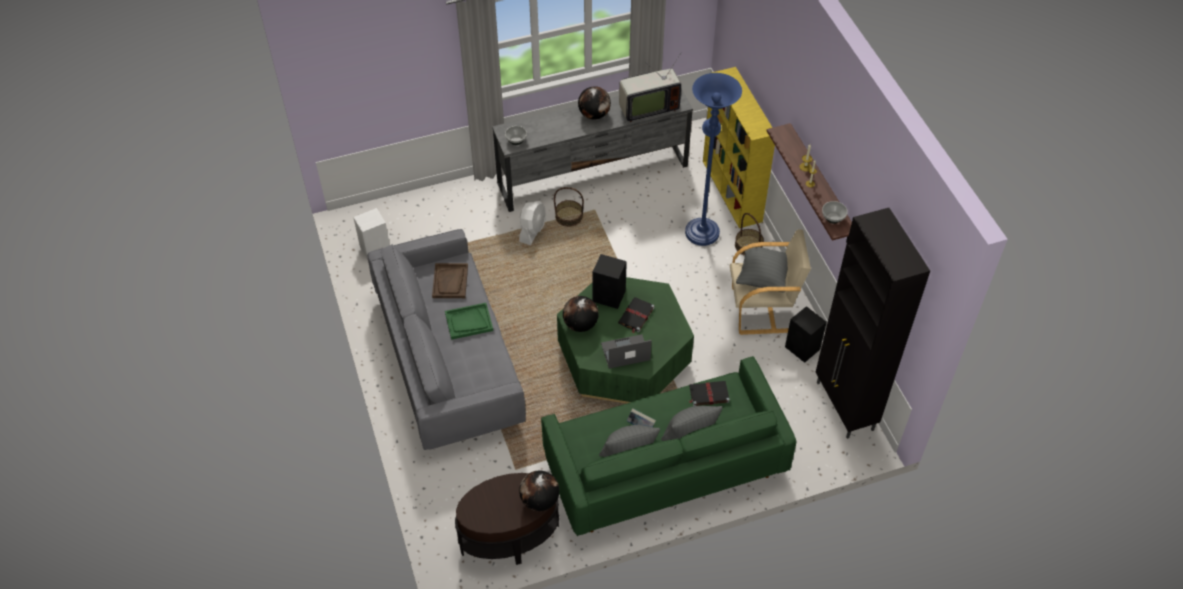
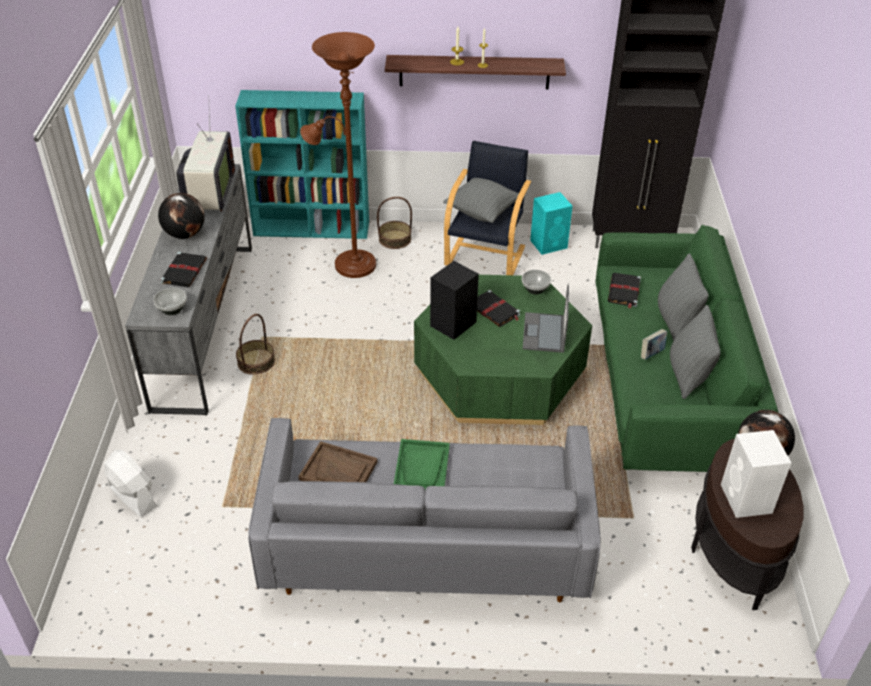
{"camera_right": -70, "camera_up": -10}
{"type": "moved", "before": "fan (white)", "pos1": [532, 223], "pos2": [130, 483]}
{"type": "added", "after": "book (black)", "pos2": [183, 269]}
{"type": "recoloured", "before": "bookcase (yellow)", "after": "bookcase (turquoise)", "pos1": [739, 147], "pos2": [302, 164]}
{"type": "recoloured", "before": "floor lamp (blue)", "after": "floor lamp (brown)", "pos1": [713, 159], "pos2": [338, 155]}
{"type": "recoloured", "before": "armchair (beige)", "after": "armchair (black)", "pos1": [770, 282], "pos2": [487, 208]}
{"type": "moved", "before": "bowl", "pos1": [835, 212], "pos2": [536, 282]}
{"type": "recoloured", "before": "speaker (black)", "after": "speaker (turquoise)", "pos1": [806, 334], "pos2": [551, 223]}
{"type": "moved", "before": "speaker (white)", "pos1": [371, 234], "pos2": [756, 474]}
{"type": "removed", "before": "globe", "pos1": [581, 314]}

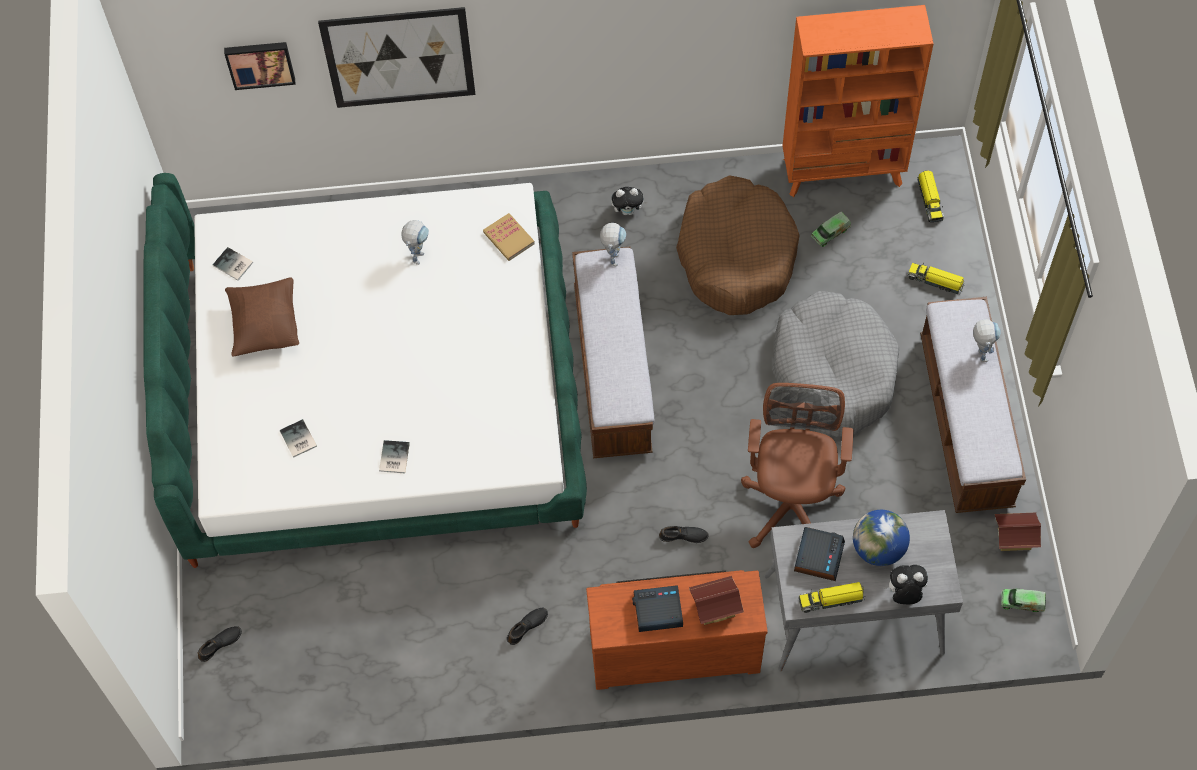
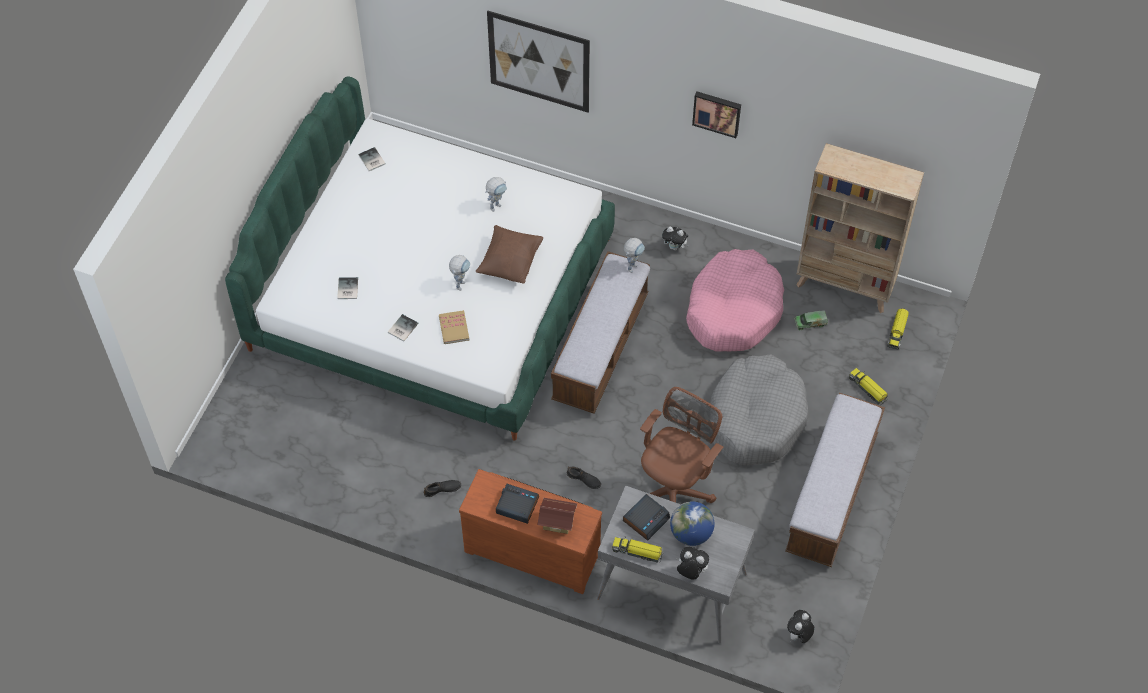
{"camera_right": 25, "camera_up": -5}
{"type": "moved", "before": "book", "pos1": [509, 237], "pos2": [454, 327]}
{"type": "moved", "before": "toy robot", "pos1": [987, 340], "pos2": [459, 273]}
{"type": "moved", "before": "pillow (brown)", "pos1": [262, 317], "pos2": [509, 254]}
{"type": "recoloured", "before": "dog bed (brown)", "after": "dog bed (pink)", "pos1": [738, 245], "pos2": [735, 300]}
{"type": "moved", "before": "picture", "pos1": [259, 66], "pos2": [716, 115]}
{"type": "replaced", "before": "toy truck", "after": "plush toy", "pos1": [1023, 600], "pos2": [801, 626]}
{"type": "recoloured", "before": "bookcase (orange)", "after": "bookcase (beige)", "pos1": [858, 101], "pos2": [860, 228]}
{"type": "removed", "before": "shoe (black)", "pos1": [219, 644]}
{"type": "removed", "before": "toy house", "pos1": [1018, 531]}

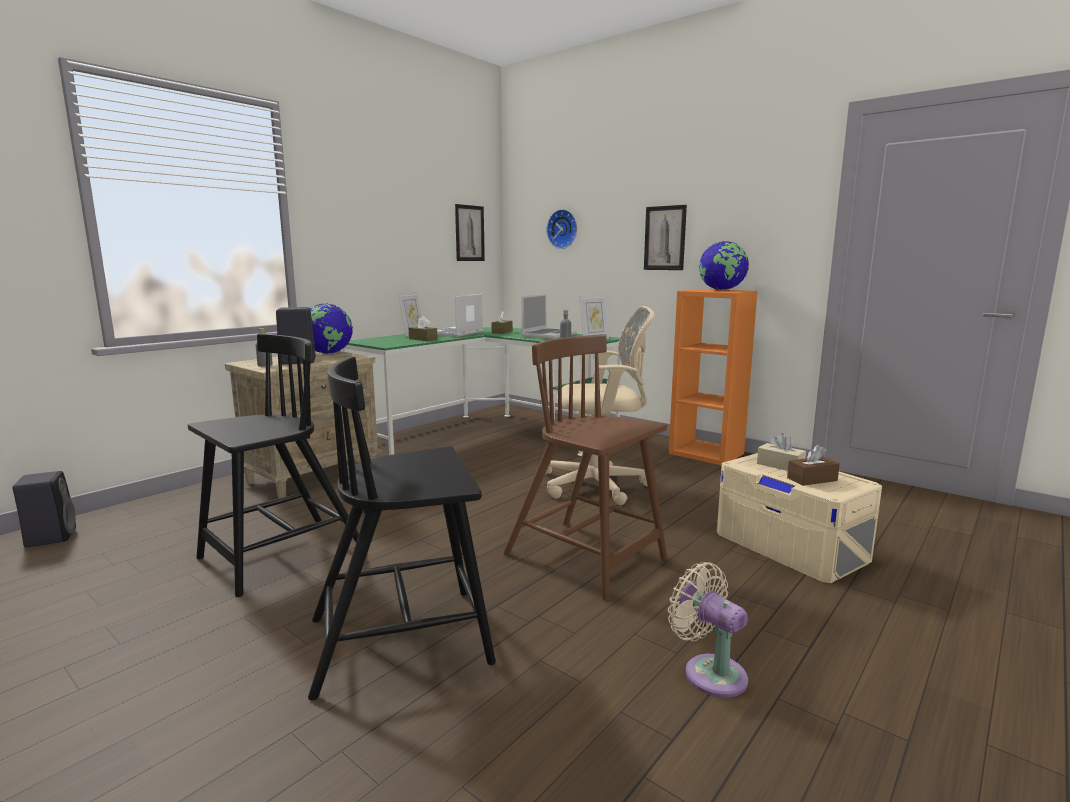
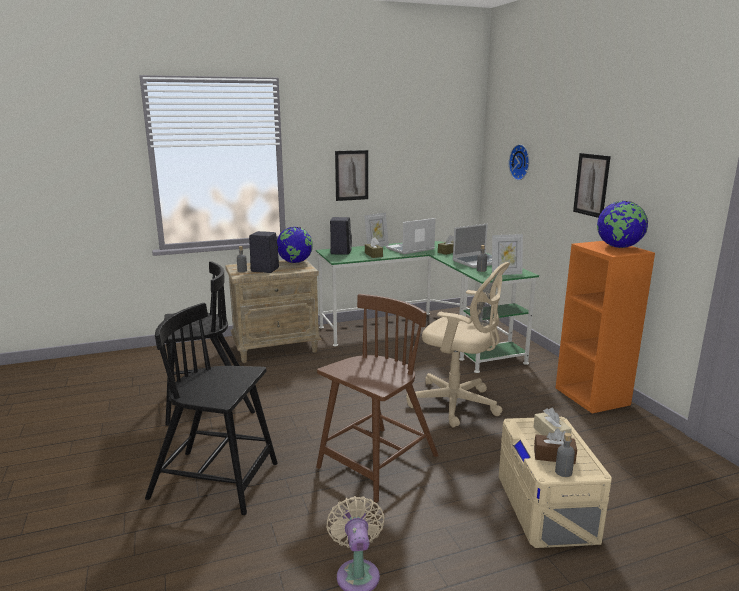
{"camera_right": 30, "camera_up": 5}
{"type": "turned", "before": "chair (brown)", "pos1": [585, 467], "pos2": [377, 398], "turn": 60}
{"type": "moved", "before": "speaker (black)", "pos1": [44, 509], "pos2": [341, 236]}
{"type": "moved", "before": "picture", "pos1": [470, 232], "pos2": [351, 175]}
{"type": "added", "after": "bottle (grey)", "pos2": [565, 455]}

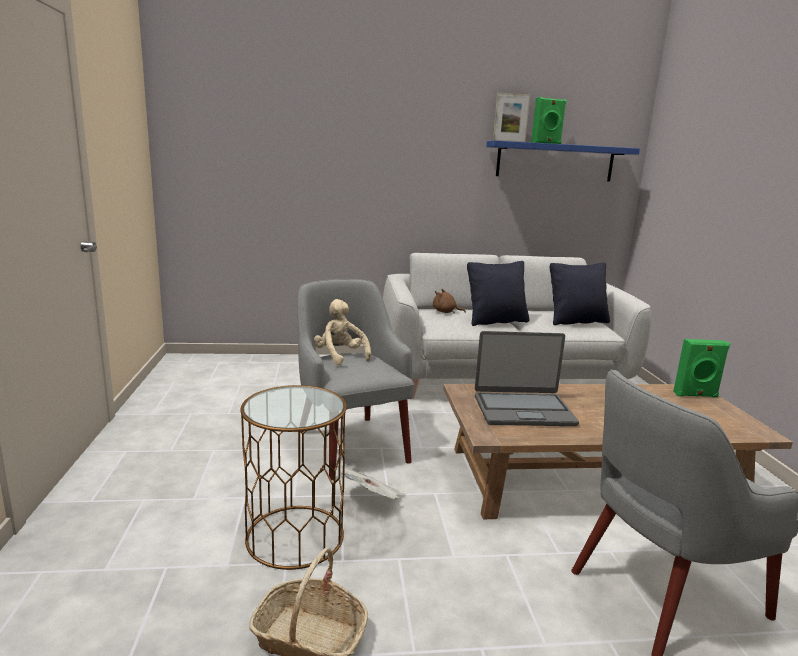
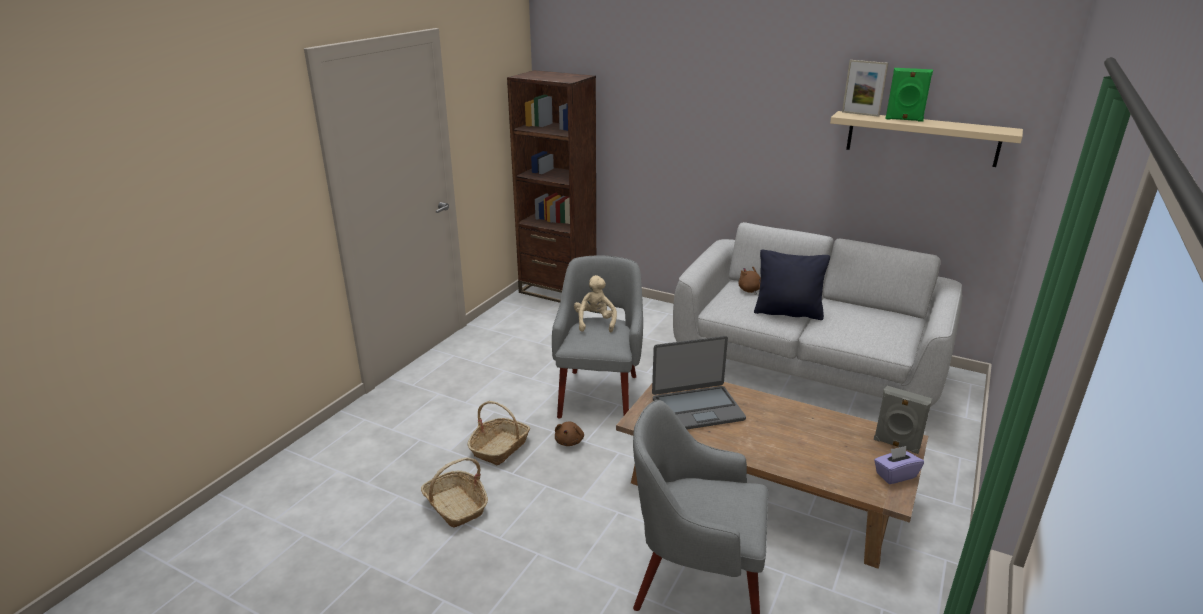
{"camera_right": 35, "camera_up": 10}
{"type": "replaced", "before": "side table (brown)", "after": "basket", "pos1": [293, 477], "pos2": [498, 433]}
{"type": "added", "after": "bookcase (brown)", "pos2": [551, 186]}
{"type": "replaced", "before": "newspaper", "after": "plush toy (brown)", "pos1": [370, 483], "pos2": [569, 433]}
{"type": "turned", "before": "laptop", "pos1": [527, 378], "pos2": [699, 382], "turn": -45}
{"type": "recoloured", "before": "shelf (blue)", "after": "shelf (beige)", "pos1": [563, 160], "pos2": [926, 139]}
{"type": "recoloured", "before": "speaker (green)", "after": "speaker (grey)", "pos1": [701, 368], "pos2": [903, 420]}
{"type": "added", "after": "tissue box (purple)", "pos2": [899, 465]}
{"type": "removed", "before": "pillow (black)", "pos1": [580, 293]}

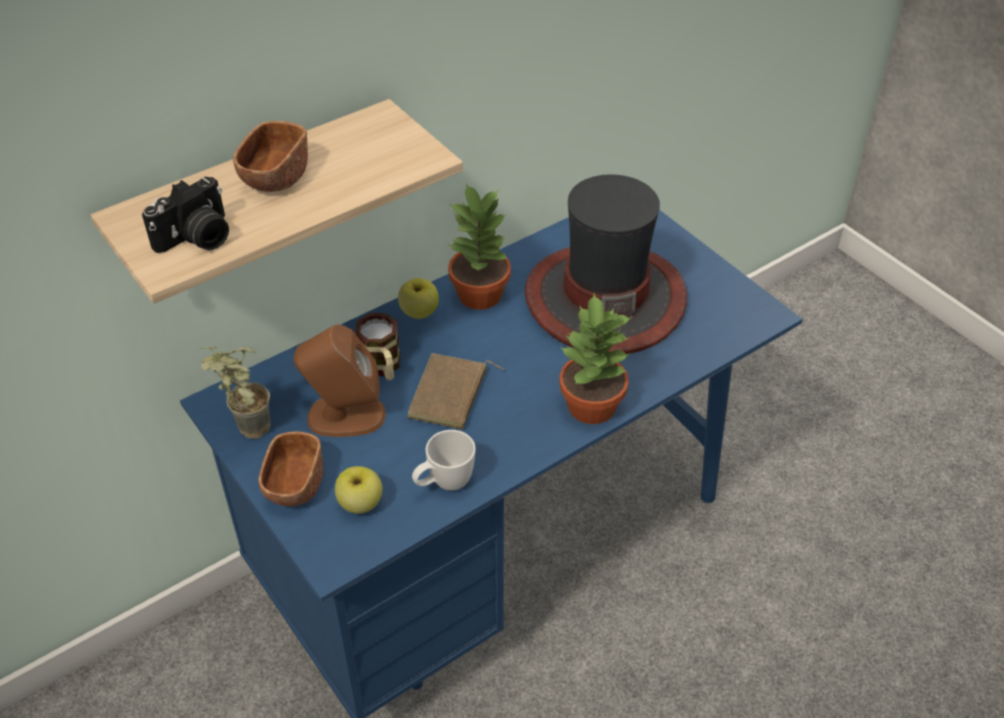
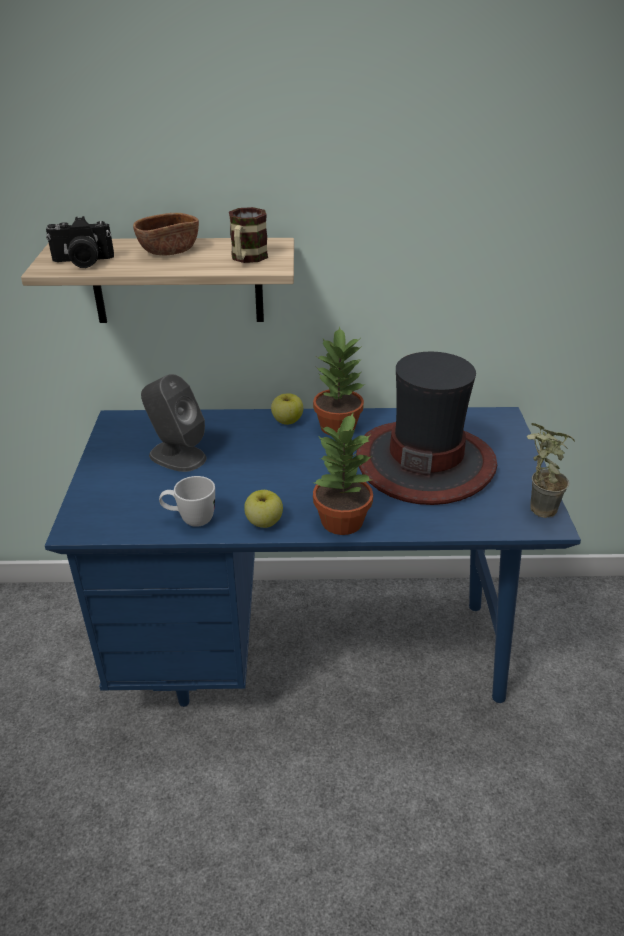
{"camera_right": 35, "camera_up": -10}
{"type": "recoloured", "before": "speaker (brown)", "after": "speaker (grey)", "pos1": [339, 380], "pos2": [174, 423]}
{"type": "moved", "before": "mug", "pos1": [377, 347], "pos2": [248, 235]}
{"type": "moved", "before": "apple", "pos1": [359, 490], "pos2": [263, 509]}
{"type": "moved", "before": "potted plant", "pos1": [235, 392], "pos2": [551, 470]}
{"type": "removed", "before": "bowl (brown)", "pos1": [290, 468]}
{"type": "removed", "before": "book (brown)", "pos1": [455, 391]}

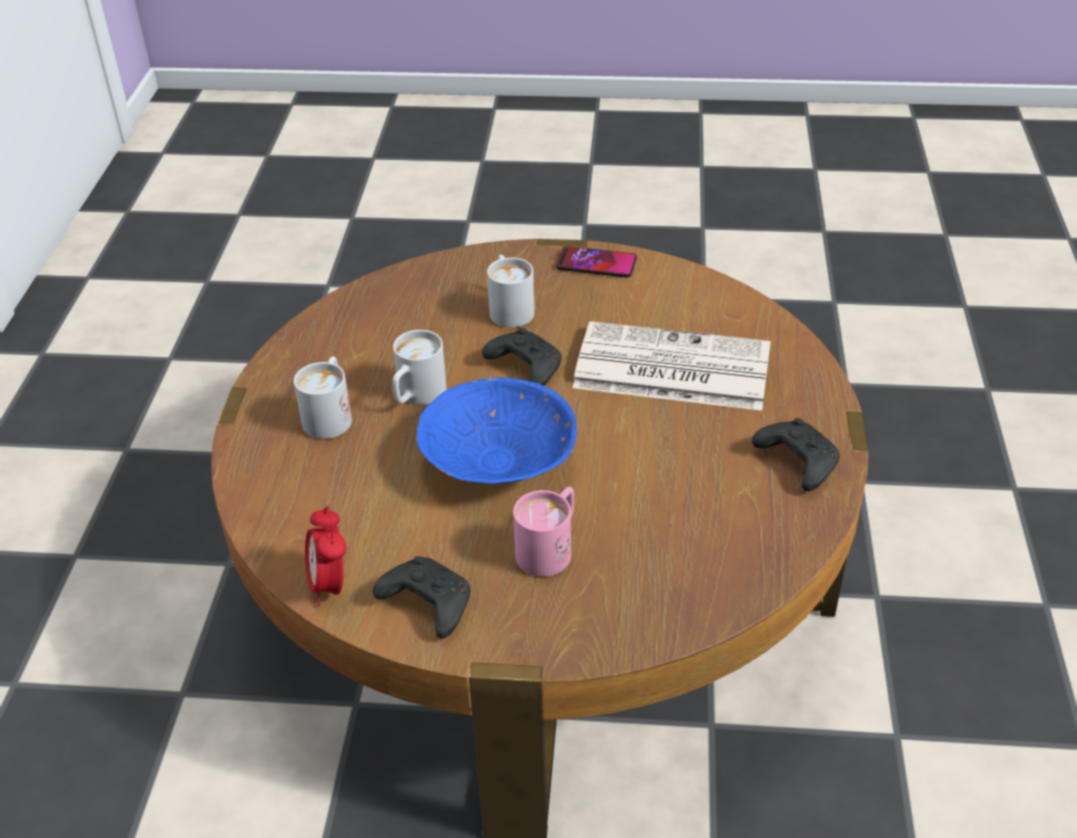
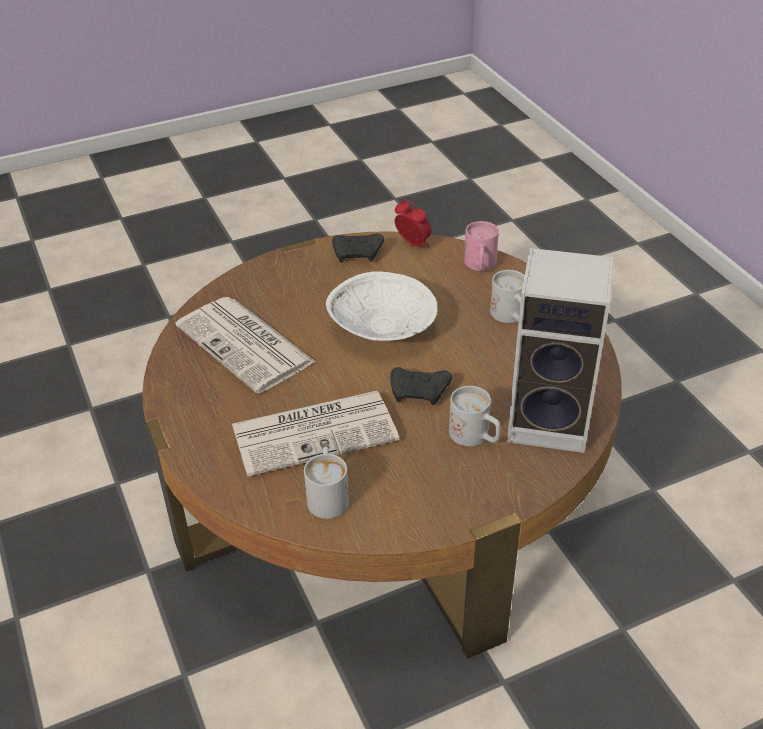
{"camera_right": 150, "camera_up": 0}
{"type": "added", "after": "newspaper", "pos2": [246, 345]}
{"type": "moved", "before": "mug (white)", "pos1": [419, 367], "pos2": [326, 482]}
{"type": "recoloured", "before": "bowl (blue)", "after": "bowl (white)", "pos1": [496, 430], "pos2": [381, 306]}
{"type": "moved", "before": "mug (pink)", "pos1": [543, 532], "pos2": [481, 246]}
{"type": "added", "after": "speaker", "pos2": [560, 350]}
{"type": "removed", "before": "phone", "pos1": [596, 262]}
{"type": "removed", "before": "game controller (black)", "pos1": [796, 454]}

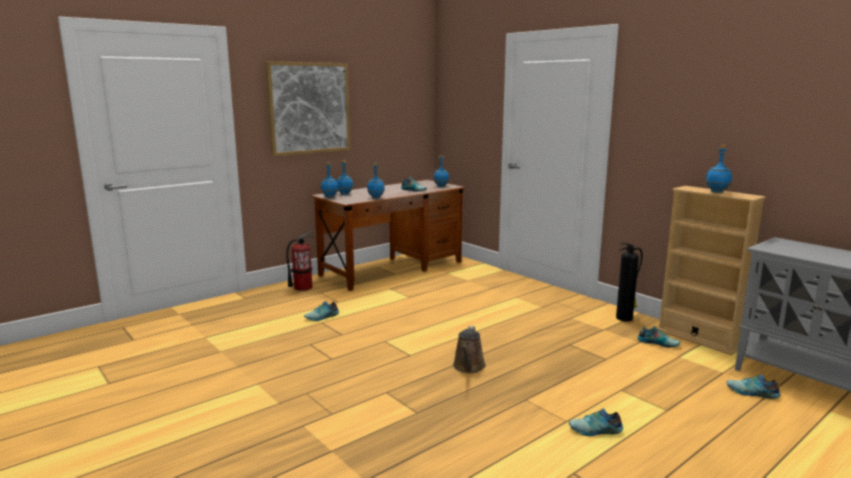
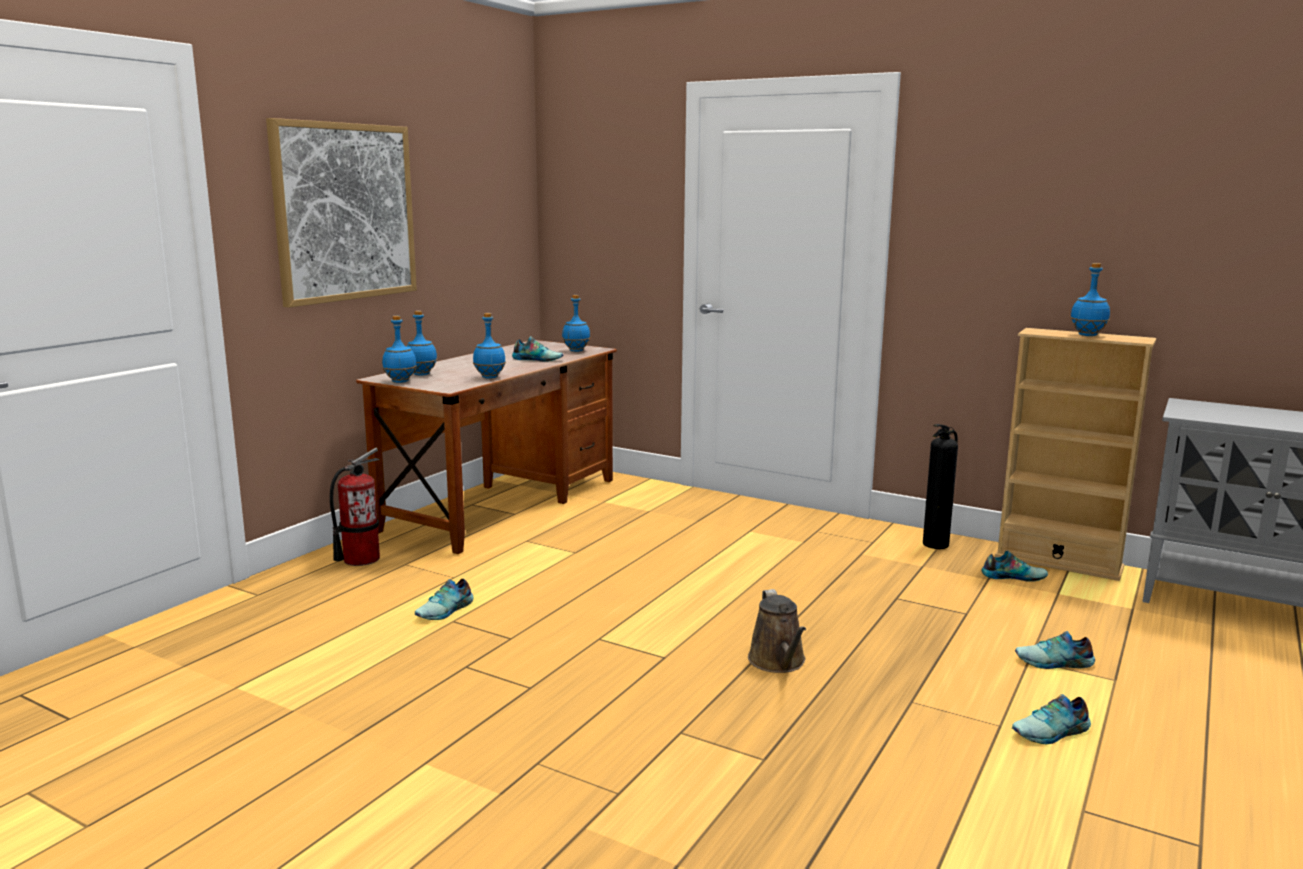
{"camera_right": -20, "camera_up": 0}
{"type": "moved", "before": "shoe", "pos1": [753, 386], "pos2": [1055, 650]}

